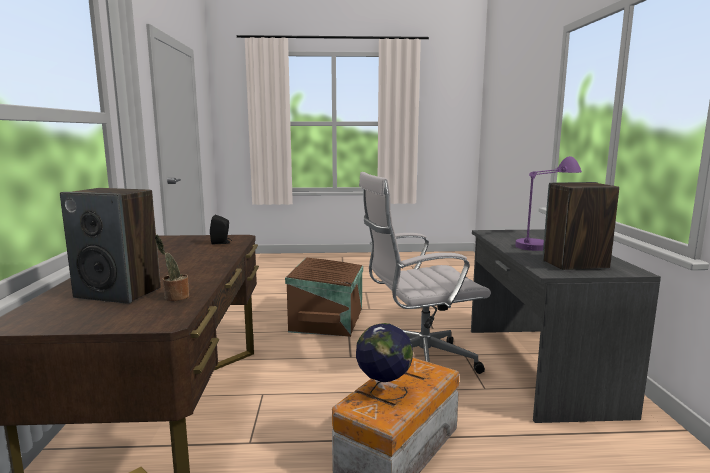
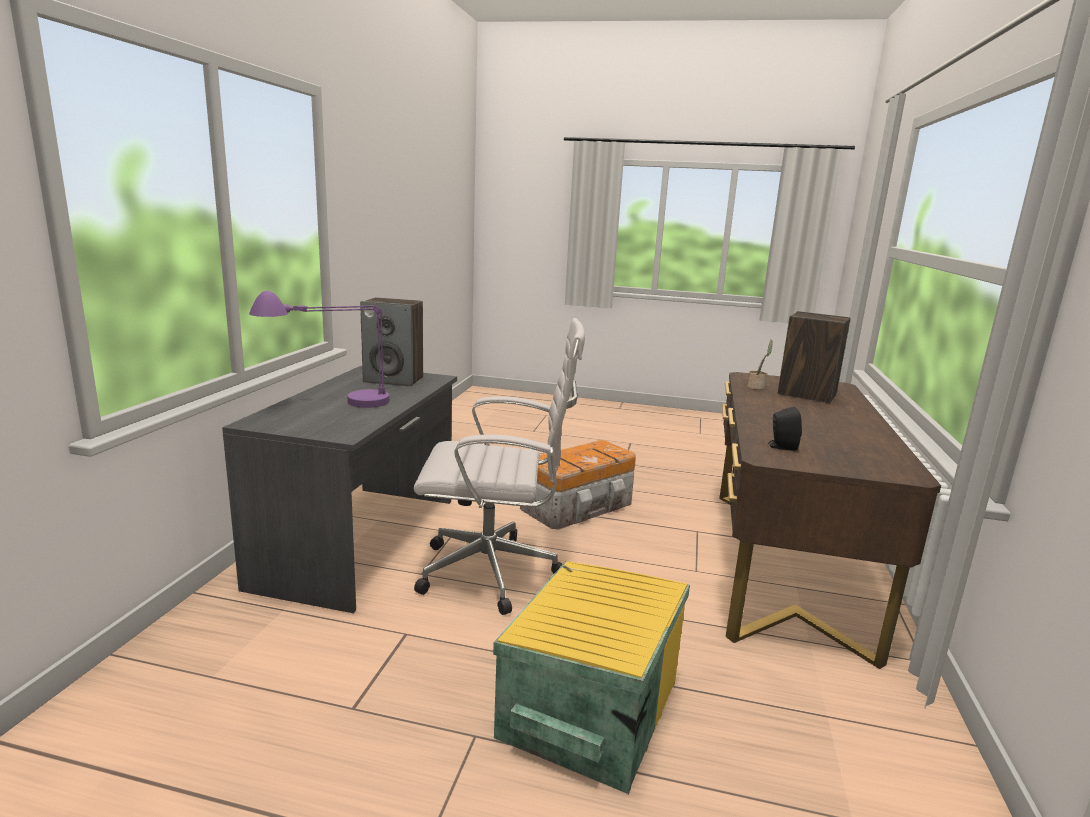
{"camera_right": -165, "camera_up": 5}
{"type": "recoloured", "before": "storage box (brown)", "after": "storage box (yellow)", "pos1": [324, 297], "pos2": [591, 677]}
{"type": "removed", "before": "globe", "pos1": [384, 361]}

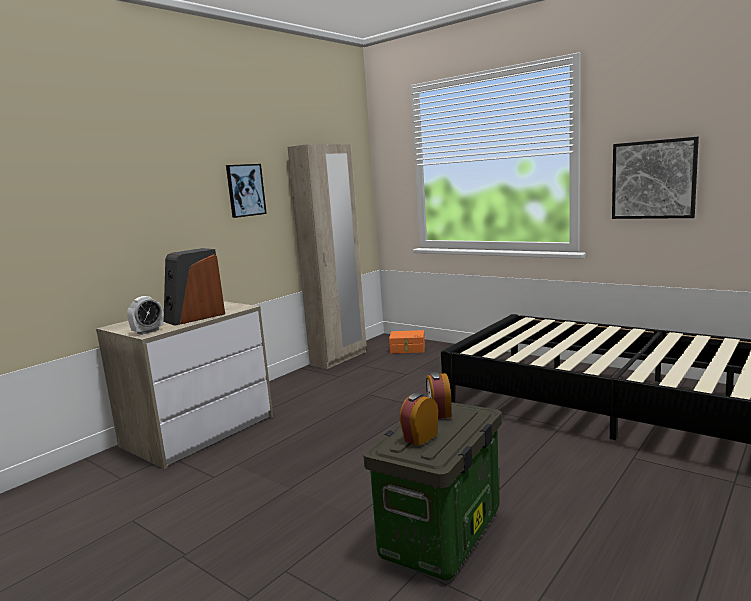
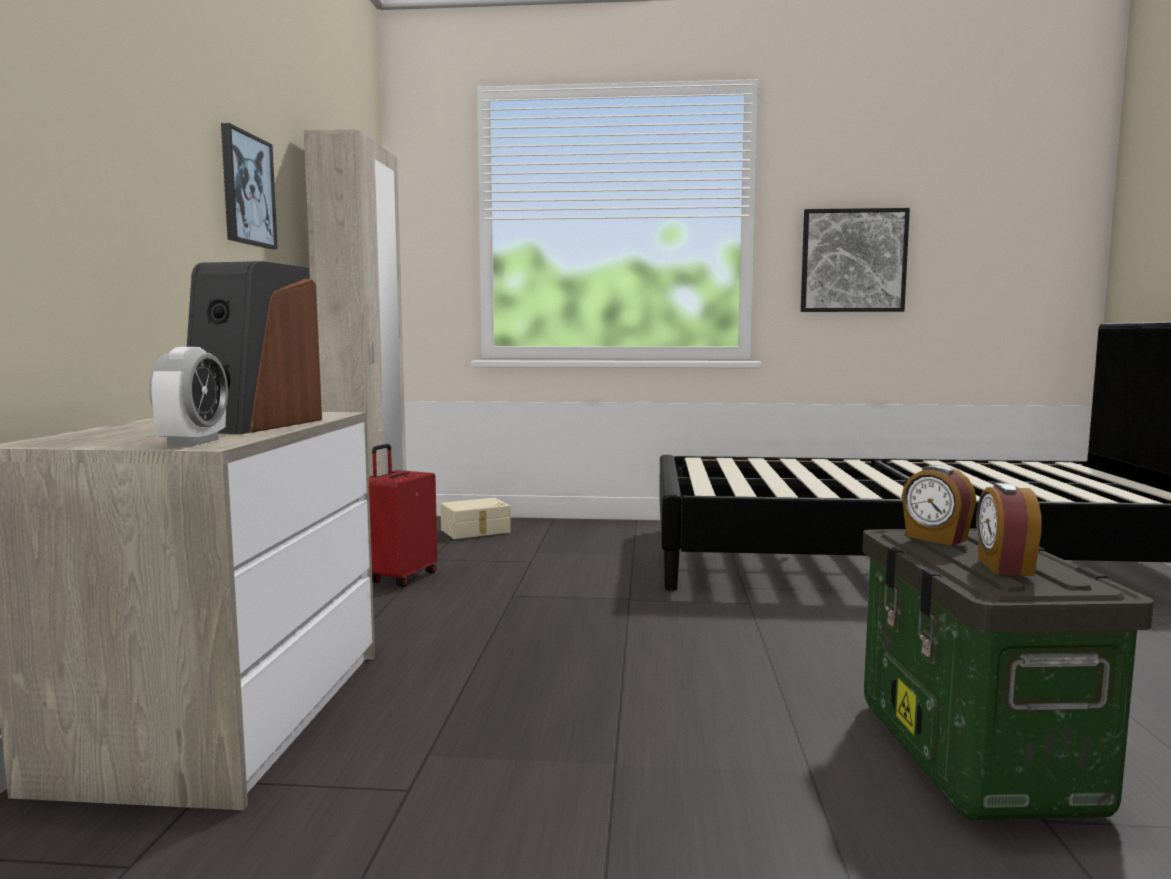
{"camera_right": -35, "camera_up": -5}
{"type": "added", "after": "suitcase (red)", "pos2": [403, 515]}
{"type": "recoloured", "before": "storage box (orange)", "after": "storage box (beige)", "pos1": [407, 342], "pos2": [475, 518]}

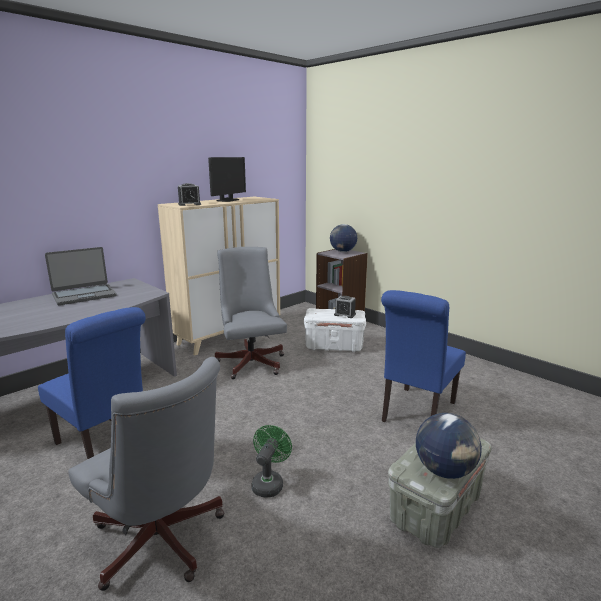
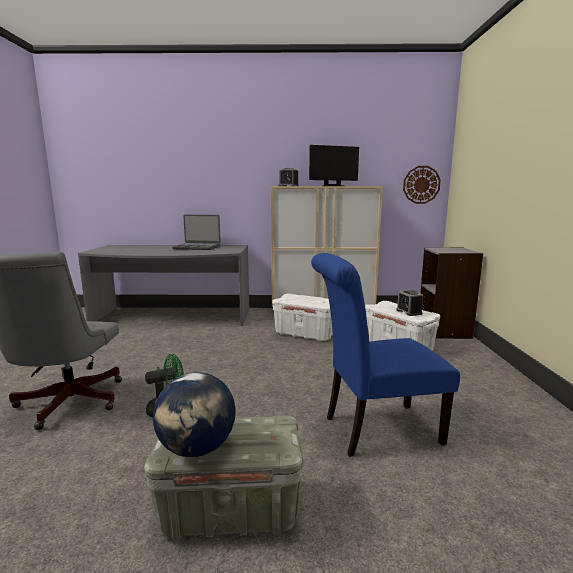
{"camera_right": 45, "camera_up": -5}
{"type": "replaced", "before": "office chair (grey)", "after": "storage box (white)", "pos1": [251, 313], "pos2": [302, 317]}
{"type": "added", "after": "wall clock", "pos2": [422, 185]}
{"type": "removed", "before": "chair (blue)", "pos1": [92, 383]}
{"type": "removed", "before": "globe", "pos1": [343, 238]}

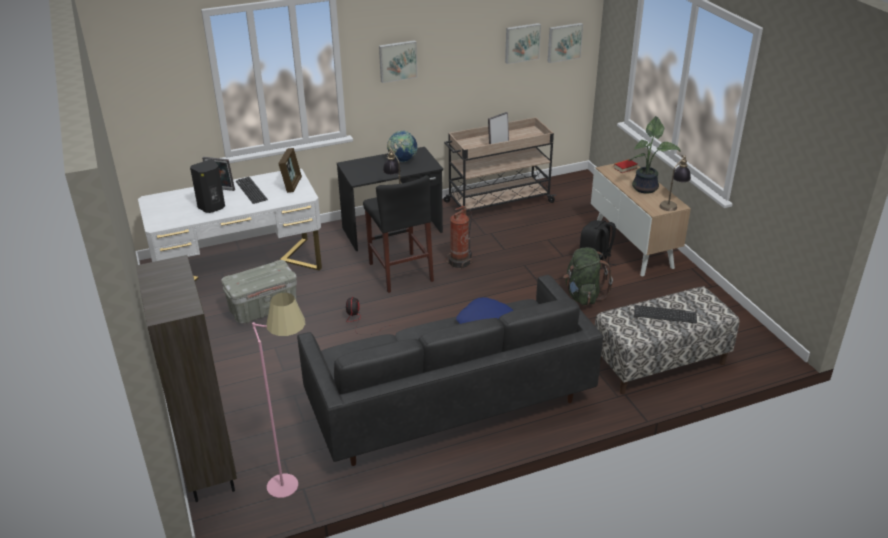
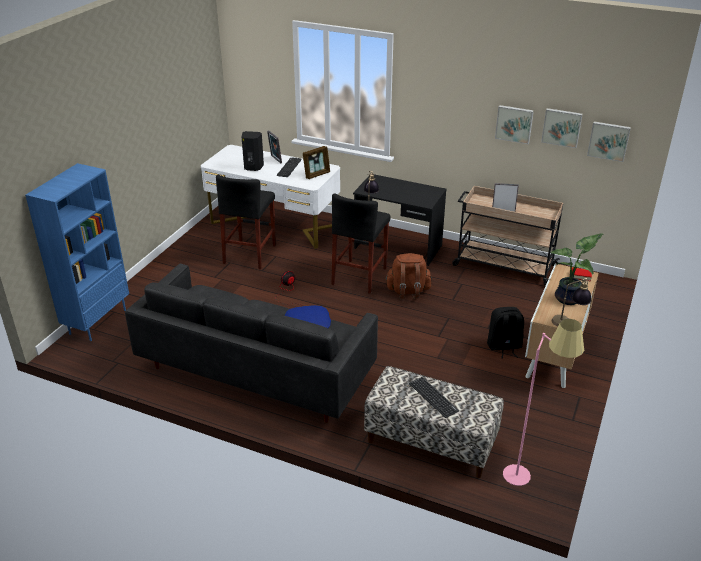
{"camera_right": 45, "camera_up": 0}
{"type": "recoloured", "before": "bookcase (brown)", "after": "bookcase (blue)", "pos1": [186, 378], "pos2": [77, 252]}
{"type": "replaced", "before": "storage box (grey)", "after": "stool (black)", "pos1": [259, 292], "pos2": [246, 222]}
{"type": "replaced", "before": "fire extinguisher", "after": "backpack (brown)", "pos1": [459, 238], "pos2": [408, 276]}
{"type": "moved", "before": "picture", "pos1": [398, 61], "pos2": [514, 124]}
{"type": "moved", "before": "floor lamp (pink)", "pos1": [278, 395], "pos2": [543, 402]}
{"type": "removed", "before": "globe", "pos1": [402, 146]}
{"type": "removed", "before": "backpack (green)", "pos1": [588, 276]}

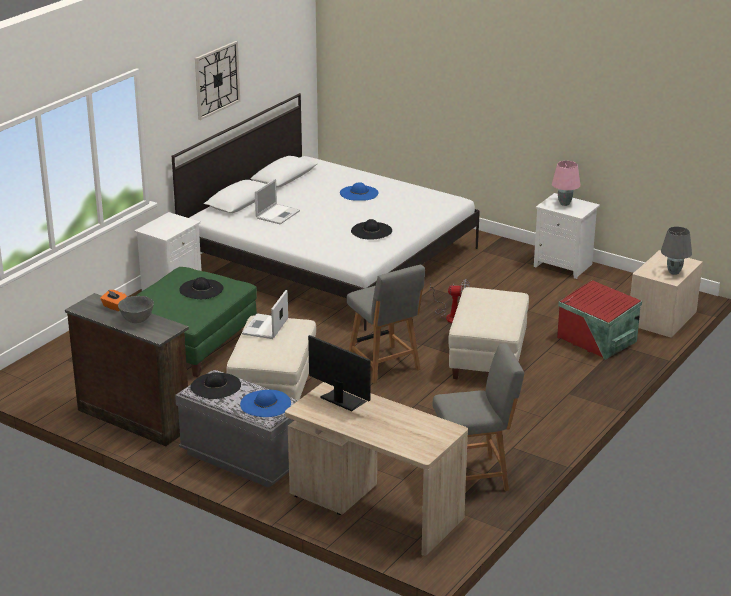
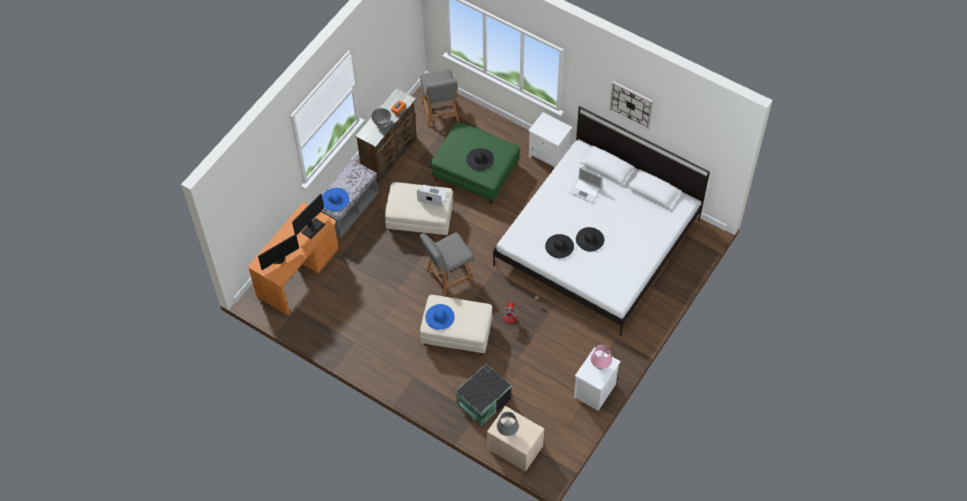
{"camera_right": 90, "camera_up": 30}
{"type": "recoloured", "before": "desk (beige)", "after": "desk (orange)", "pos1": [376, 469], "pos2": [293, 259]}
{"type": "added", "after": "monitor", "pos2": [278, 252]}
{"type": "moved", "before": "chair (grey)", "pos1": [478, 417], "pos2": [439, 98]}
{"type": "moved", "before": "hat (blue)", "pos1": [359, 191], "pos2": [440, 317]}
{"type": "recoloured", "before": "storage box (red)", "after": "storage box (black)", "pos1": [599, 320], "pos2": [483, 395]}
{"type": "moved", "before": "hat (black)", "pos1": [215, 385], "pos2": [590, 239]}

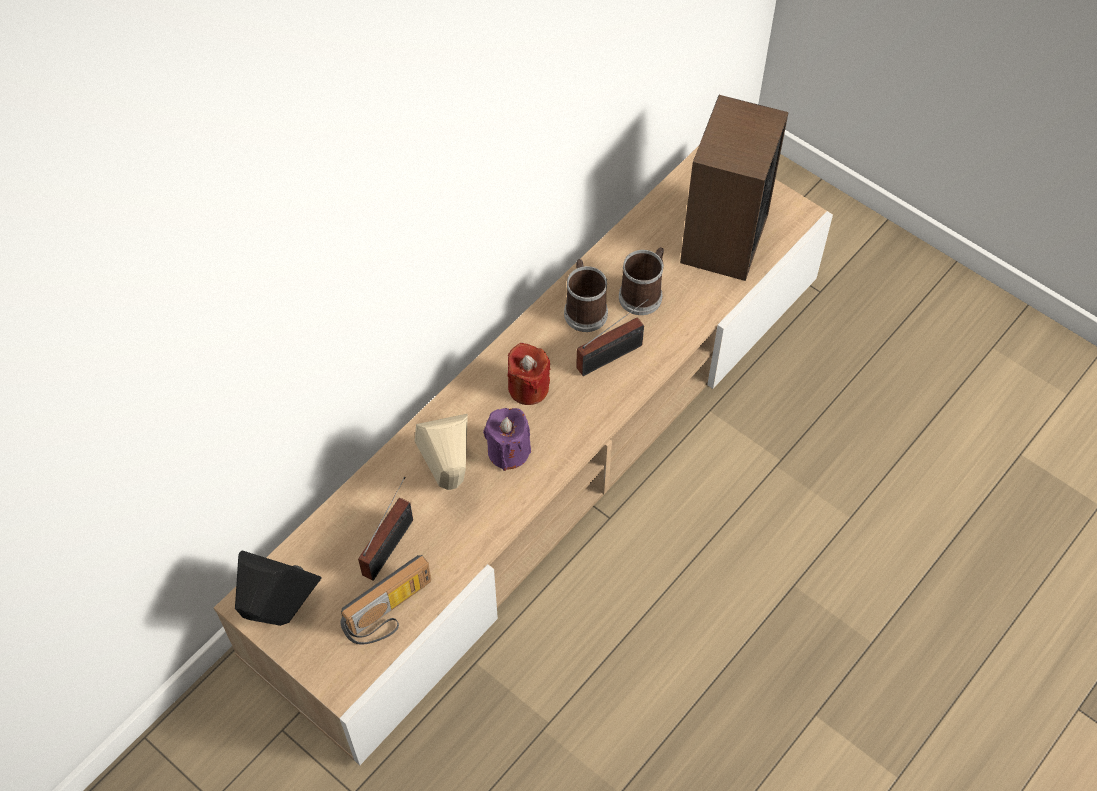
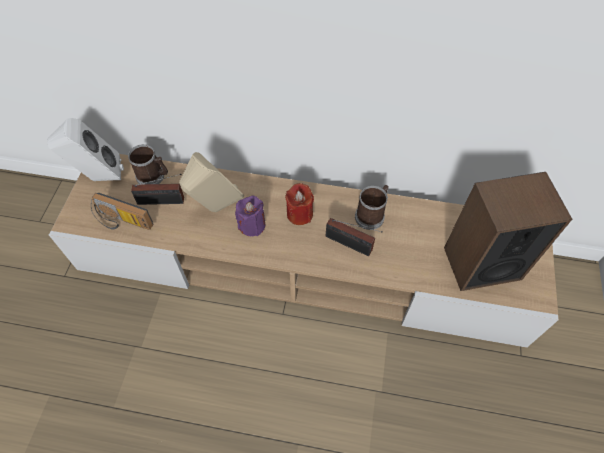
{"camera_right": 60, "camera_up": 0}
{"type": "recoloured", "before": "speaker (black)", "after": "speaker (white)", "pos1": [278, 588], "pos2": [85, 149]}
{"type": "moved", "before": "mug", "pos1": [641, 281], "pos2": [148, 164]}

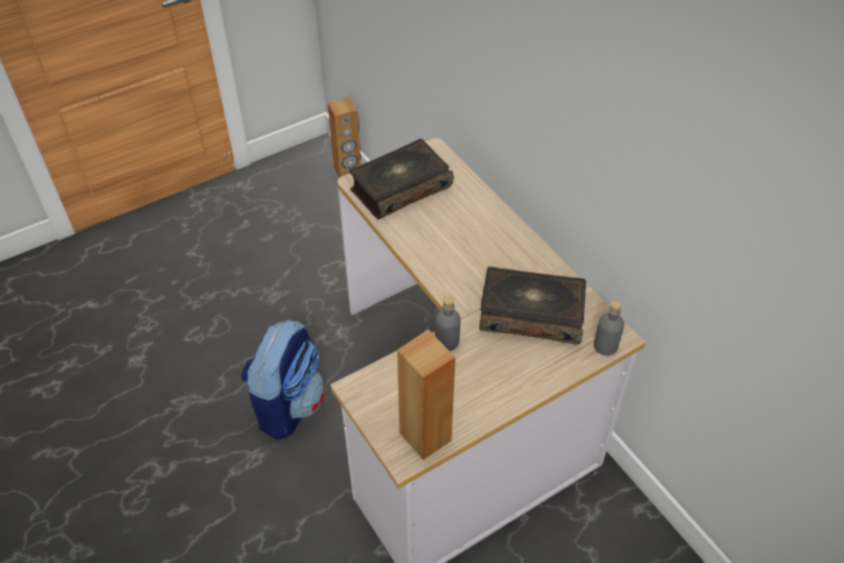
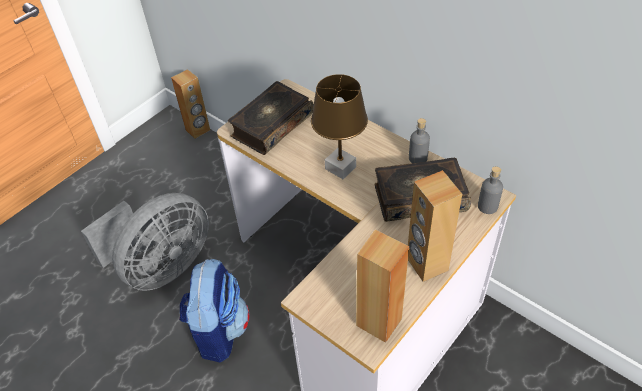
{"camera_right": -15, "camera_up": 0}
{"type": "added", "after": "fan (grey)", "pos2": [145, 242]}
{"type": "added", "after": "table lamp (brown)", "pos2": [339, 126]}
{"type": "added", "after": "speaker (brown)", "pos2": [435, 226]}
{"type": "moved", "before": "bottle (grey)", "pos1": [448, 323], "pos2": [419, 140]}

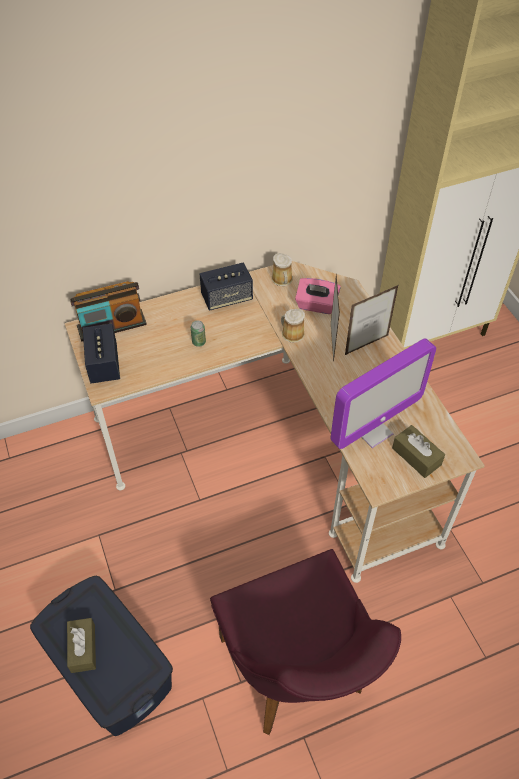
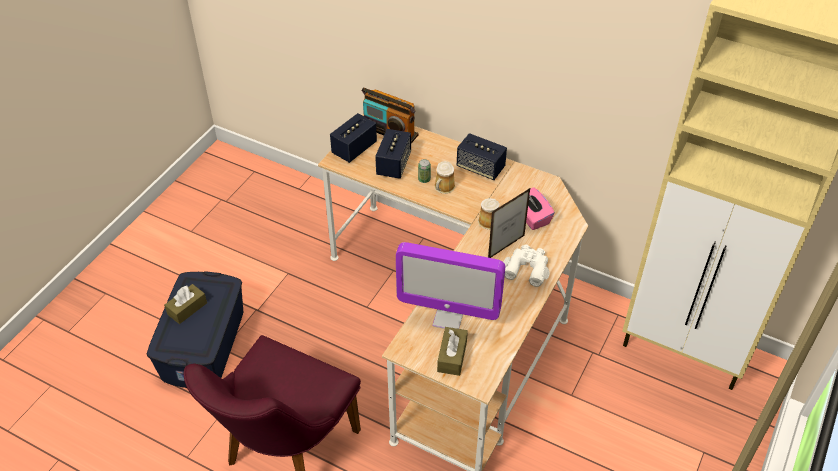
{"camera_right": 50, "camera_up": -5}
{"type": "added", "after": "speaker", "pos2": [393, 154]}
{"type": "moved", "before": "mug", "pos1": [282, 269], "pos2": [444, 177]}
{"type": "replaced", "before": "picture frame", "after": "binoculars (white)", "pos1": [371, 320], "pos2": [527, 265]}

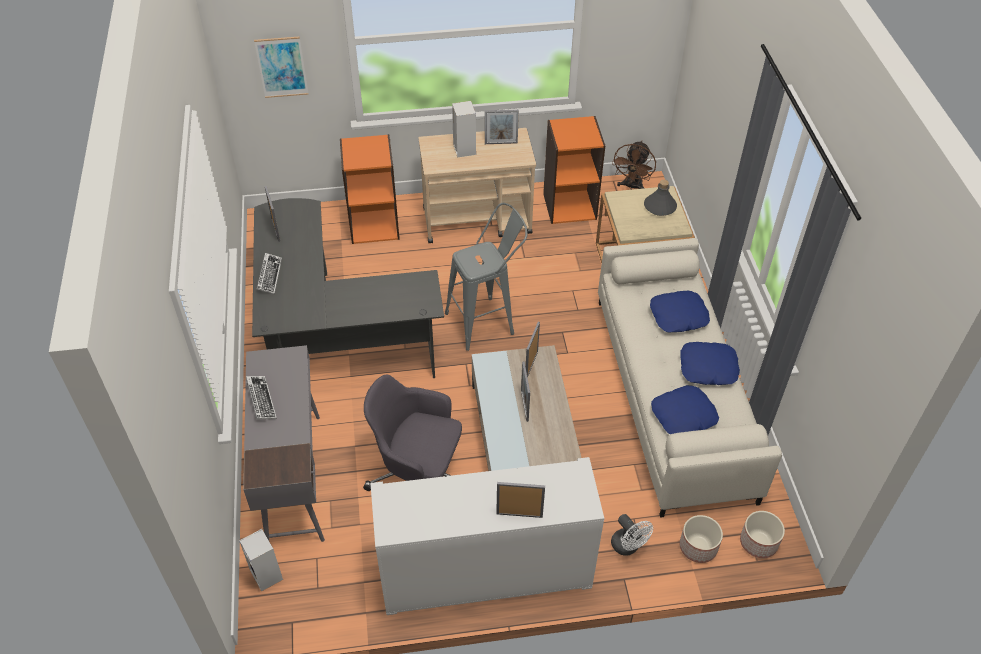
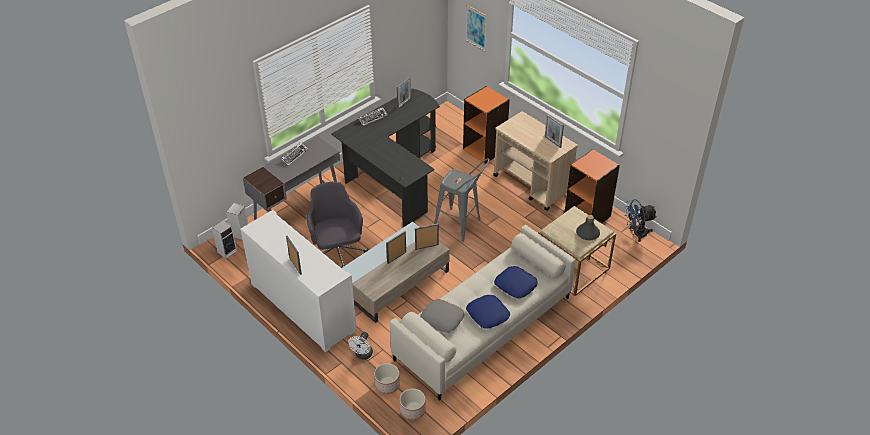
{"camera_right": 55, "camera_up": -5}
{"type": "moved", "before": "speaker", "pos1": [464, 129], "pos2": [224, 239]}
{"type": "recoloured", "before": "pillow (blue)", "after": "pillow (grey)", "pos1": [685, 410], "pos2": [442, 316]}
{"type": "recoloured", "before": "fan (brown)", "after": "fan (blue)", "pos1": [634, 165], "pos2": [640, 220]}

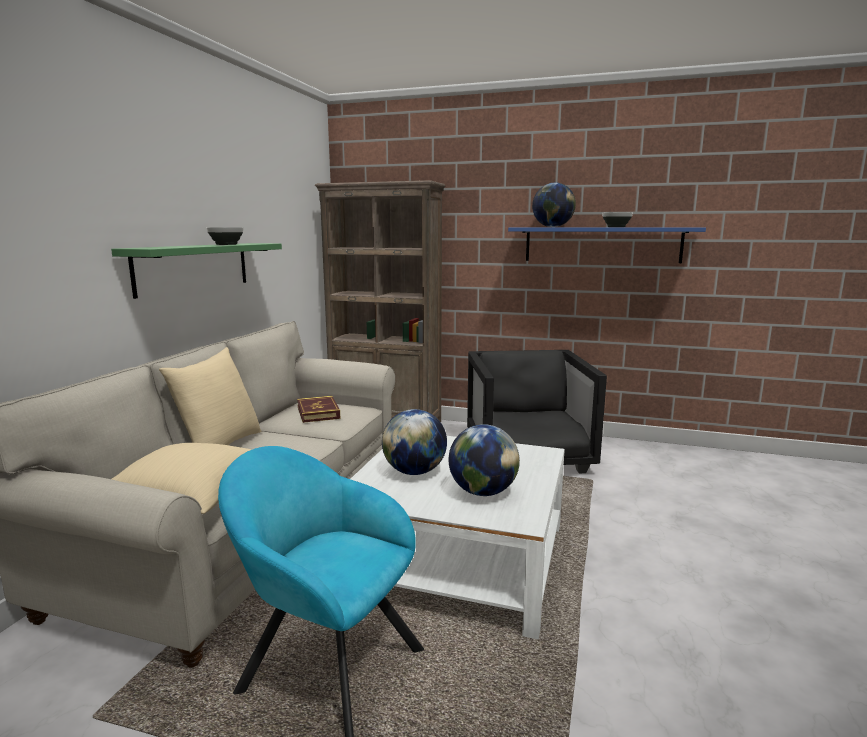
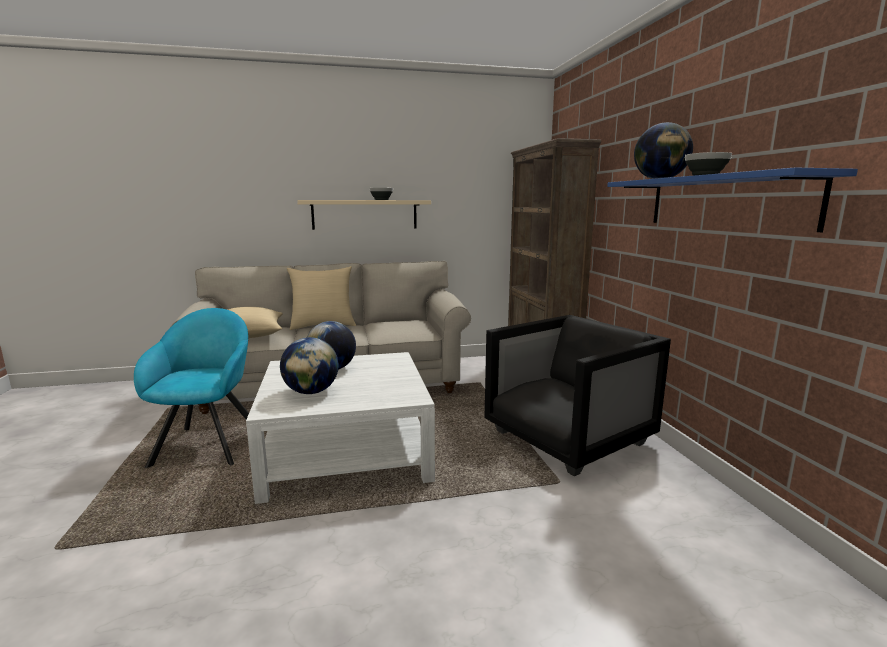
{"camera_right": 60, "camera_up": 0}
{"type": "recoloured", "before": "shelf (green)", "after": "shelf (beige)", "pos1": [196, 271], "pos2": [364, 215]}
{"type": "removed", "before": "book", "pos1": [318, 409]}

